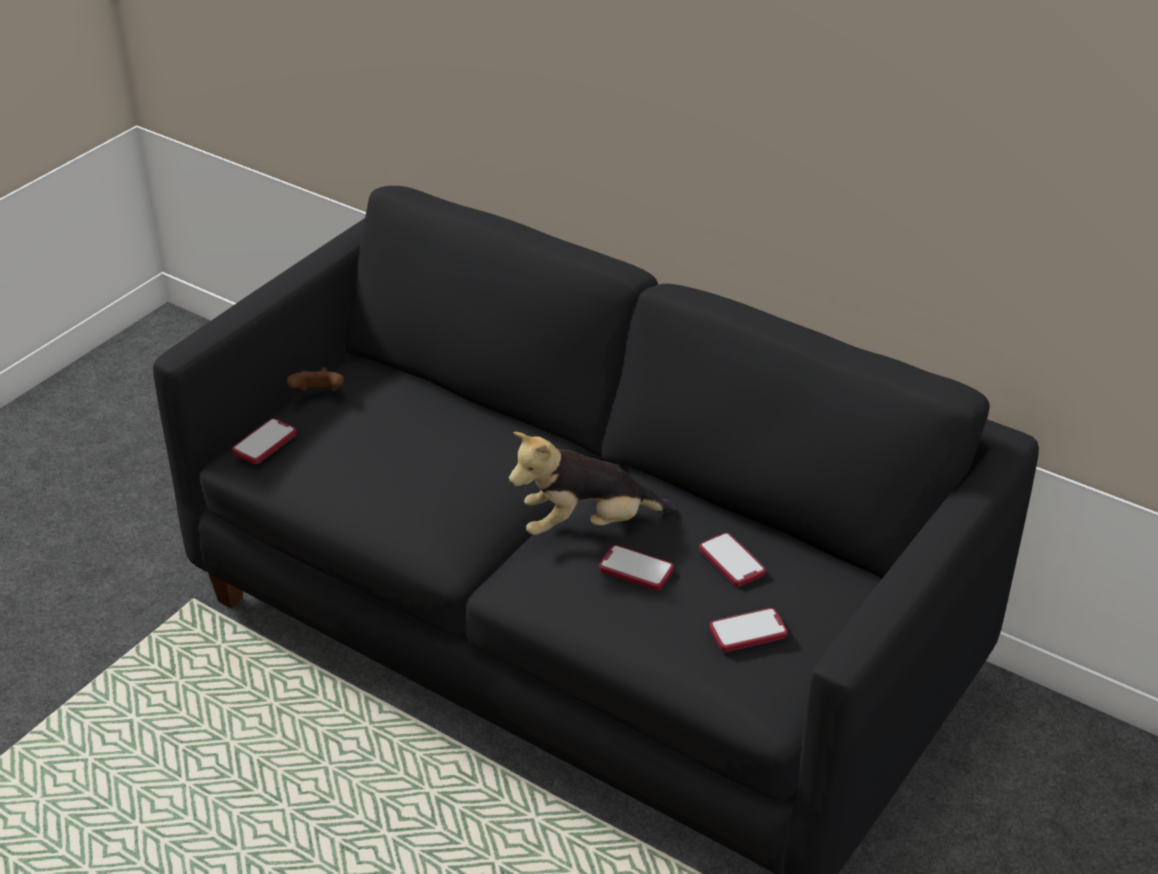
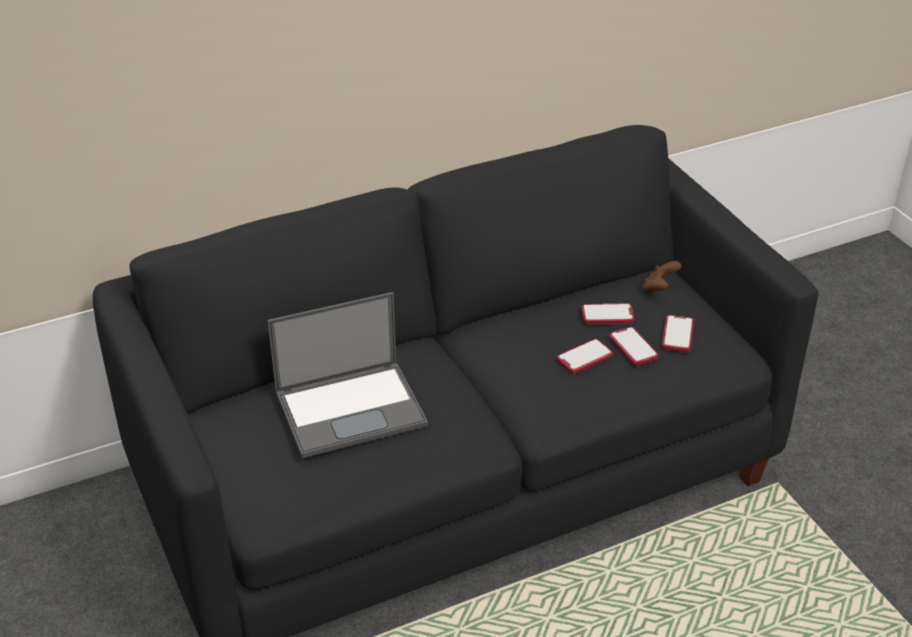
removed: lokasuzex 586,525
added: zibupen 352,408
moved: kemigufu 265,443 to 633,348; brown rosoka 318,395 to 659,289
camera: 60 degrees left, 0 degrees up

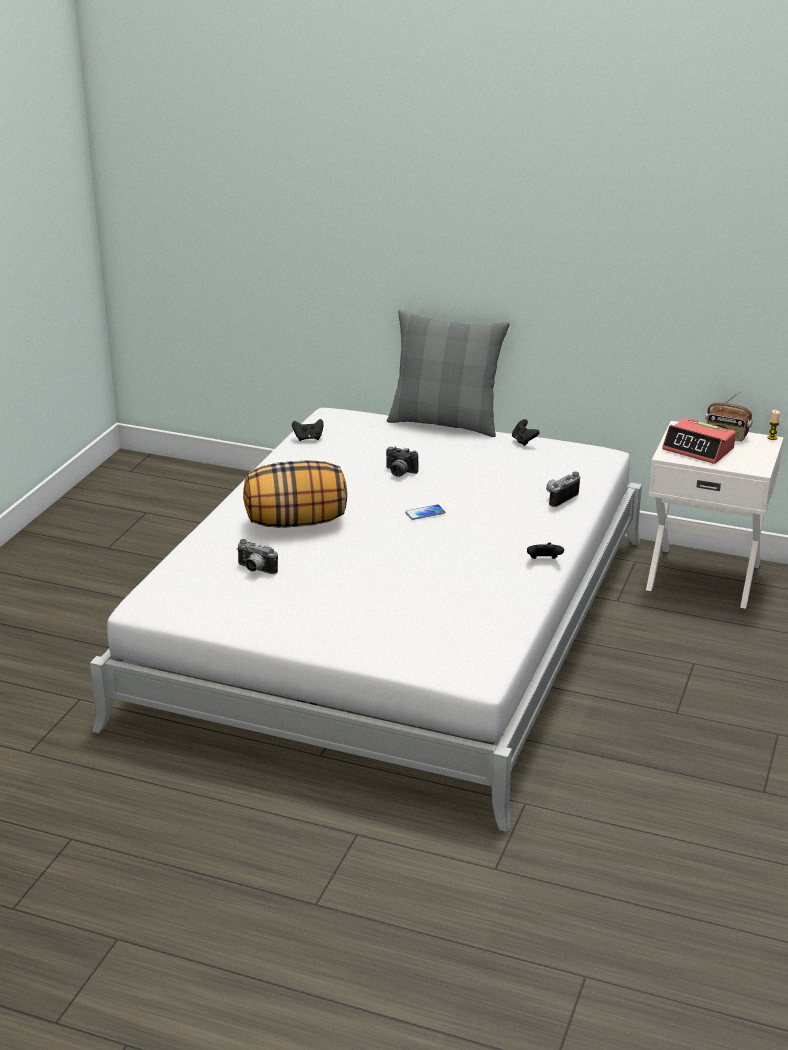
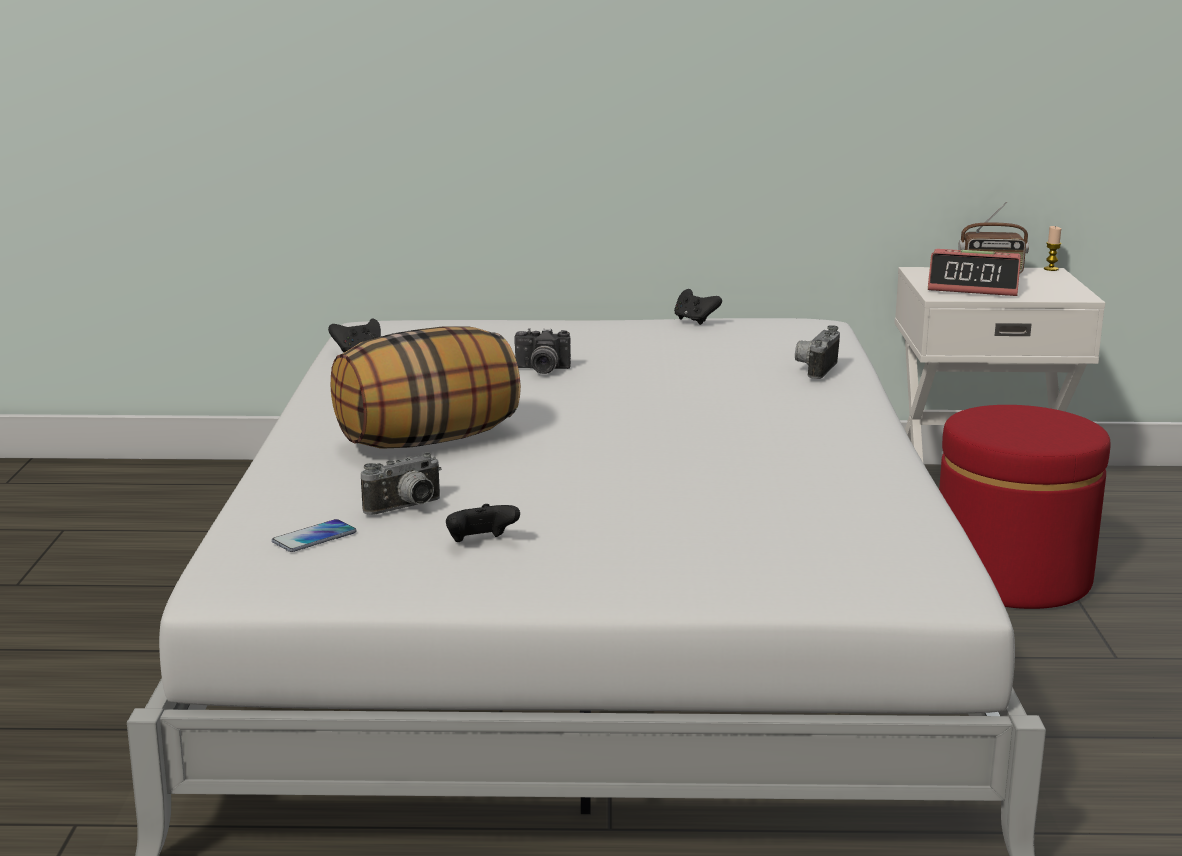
removed: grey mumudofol 445,423
added: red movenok 1011,577
moved: kemigufu 425,513 to 314,537; black rosoka 544,561 to 480,543
turned: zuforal 255,570 = 407,508 45 degrees counterclockwise
camera: 20 degrees left, 10 degrees down

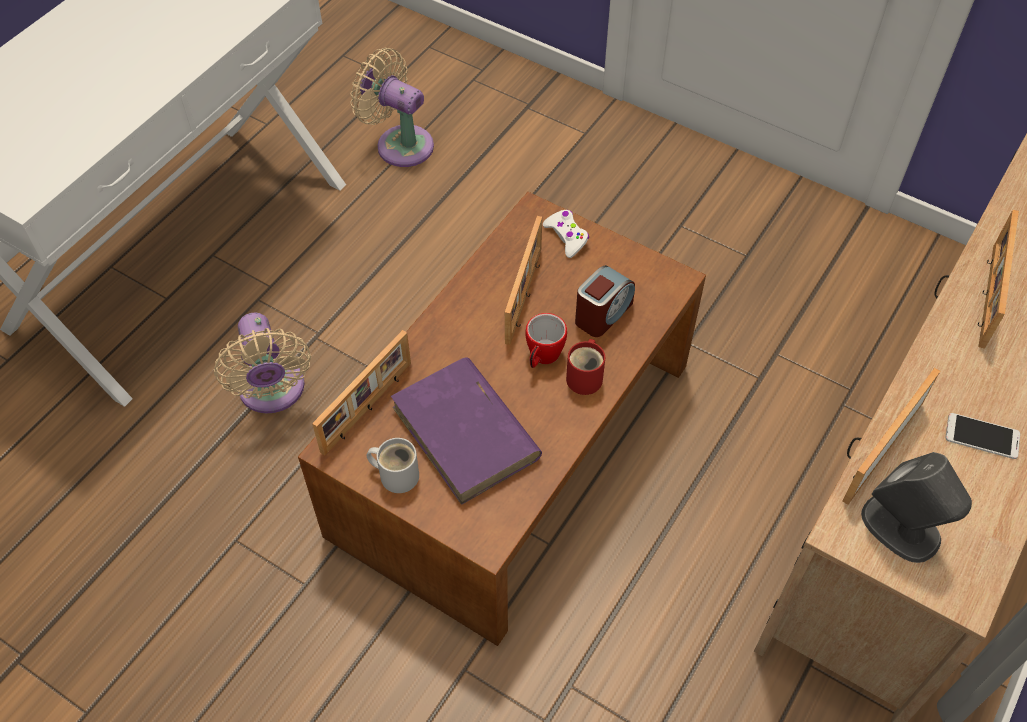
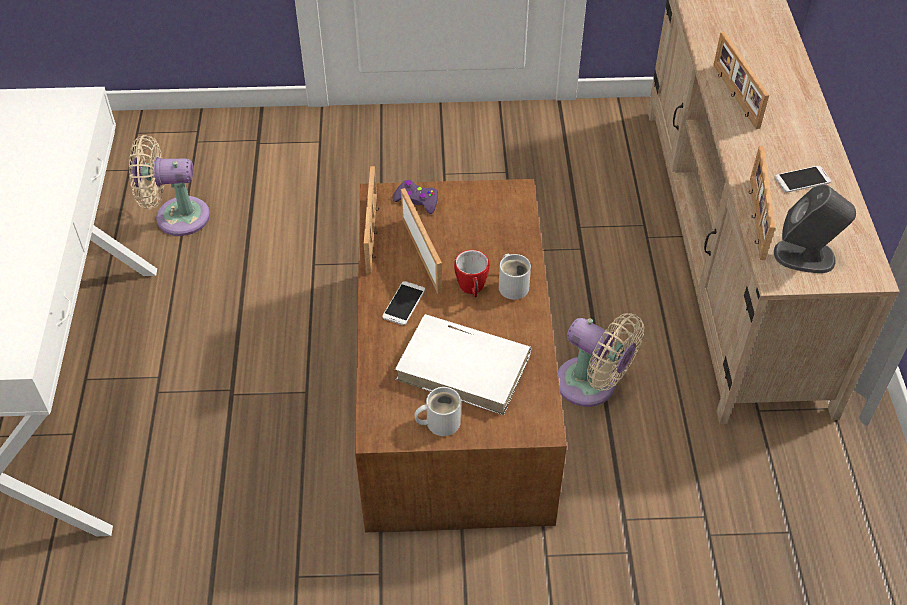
removed: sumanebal 603,314
added: kemigufu 404,303
moved: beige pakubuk 272,392 to 591,386; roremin 368,408 to 373,233
recoloured: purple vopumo 466,433 to white vopumo 465,367; white rosoka 566,237 to purple rosoka 417,200; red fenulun 586,377 to white fenulun 513,285
camera: 35 degrees left, 5 degrees down

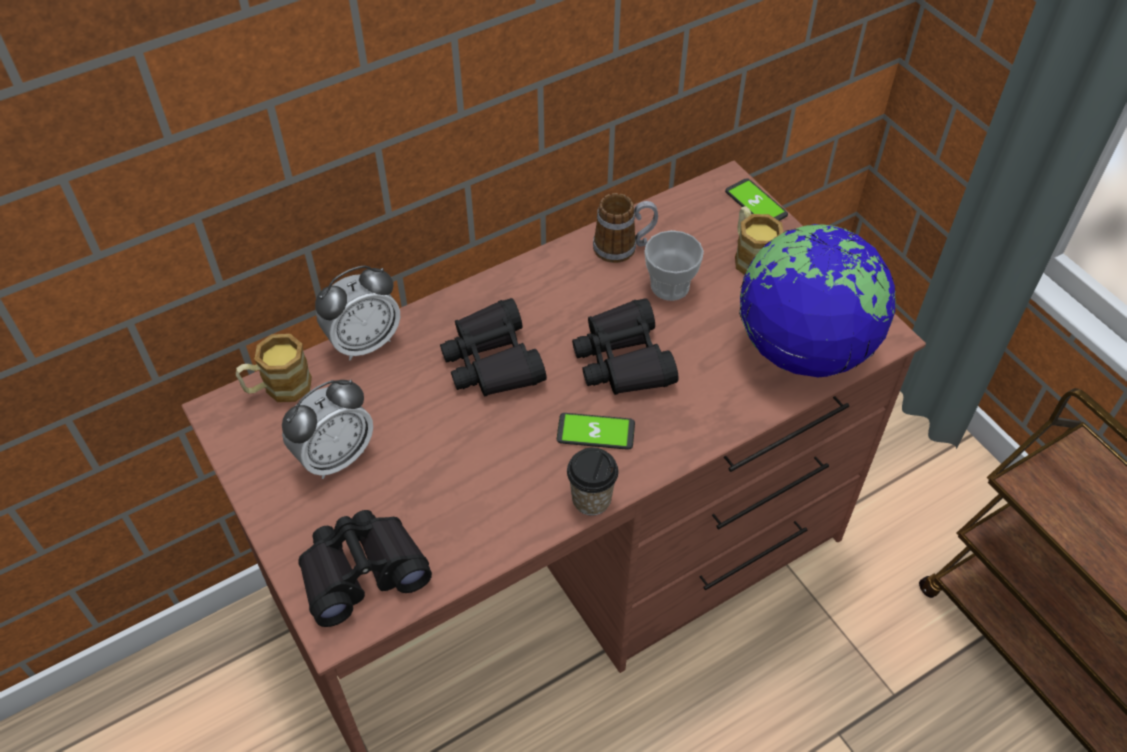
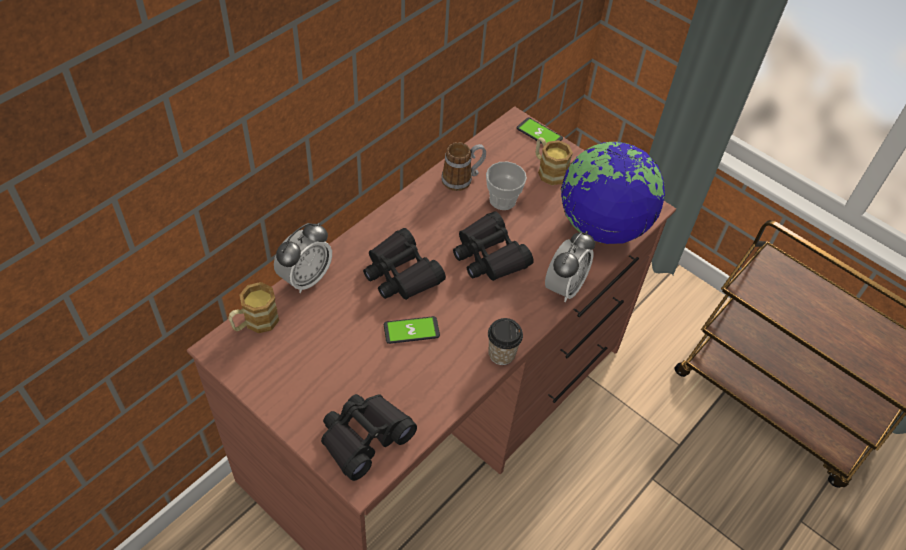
moved: sumanebal 335,456 to 564,287; kemigufu 595,432 to 411,330
camera: 20 degrees left, 0 degrees up

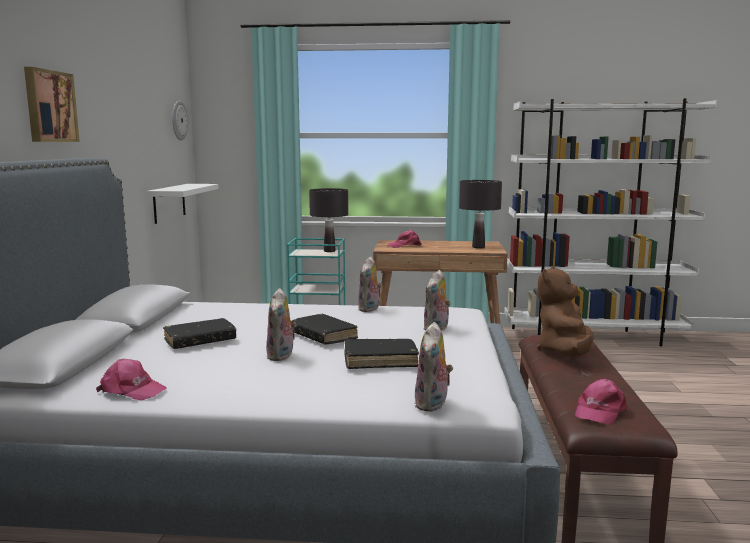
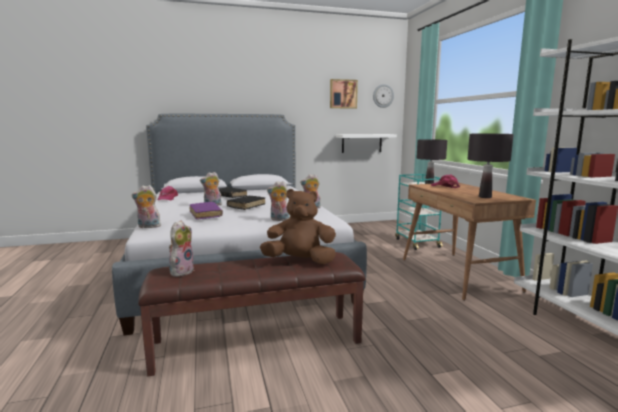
moved: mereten 49,106 to 343,94
replaced: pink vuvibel 599,411 to lokasuzex 181,271
recoloured: black vopumo 380,361 to purple vopumo 205,215
camera: 70 degrees right, 0 degrees up

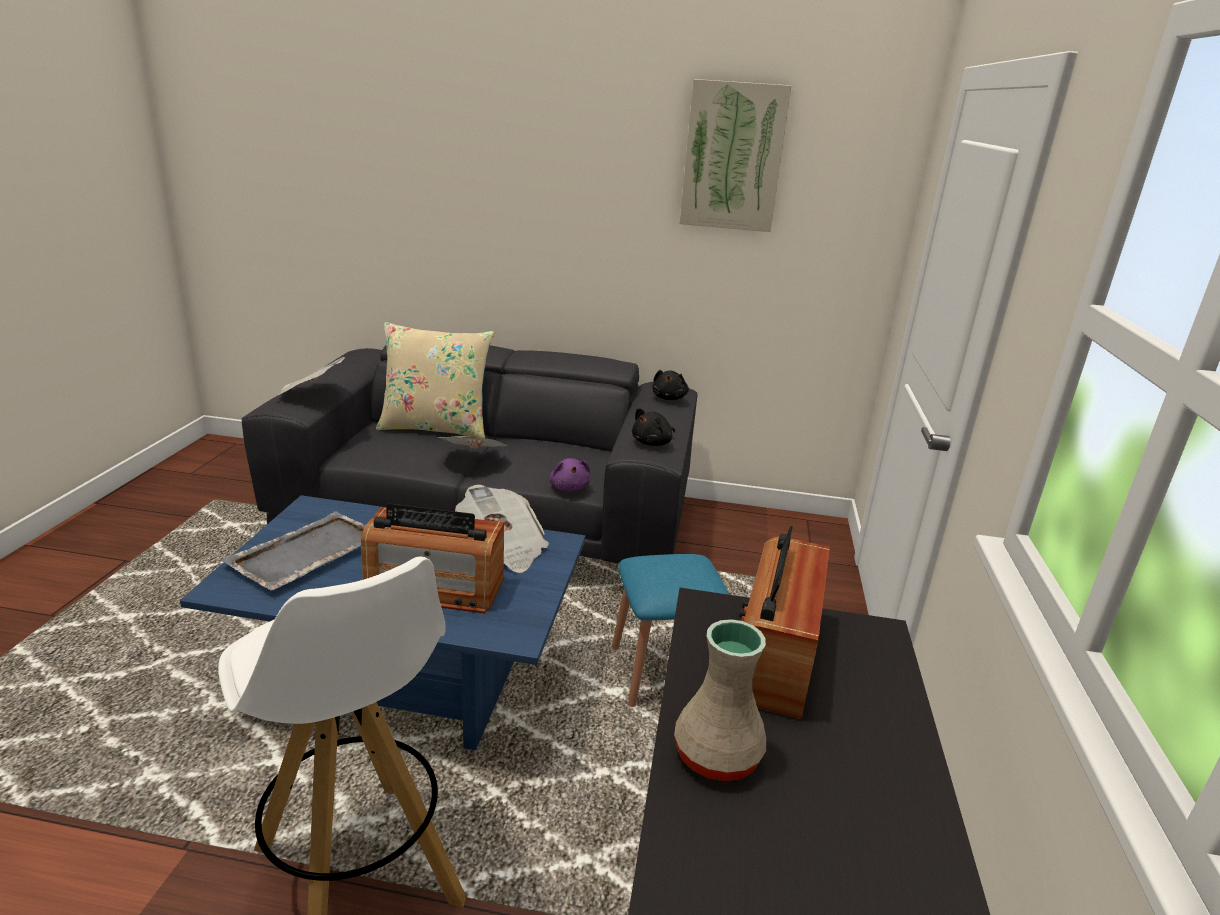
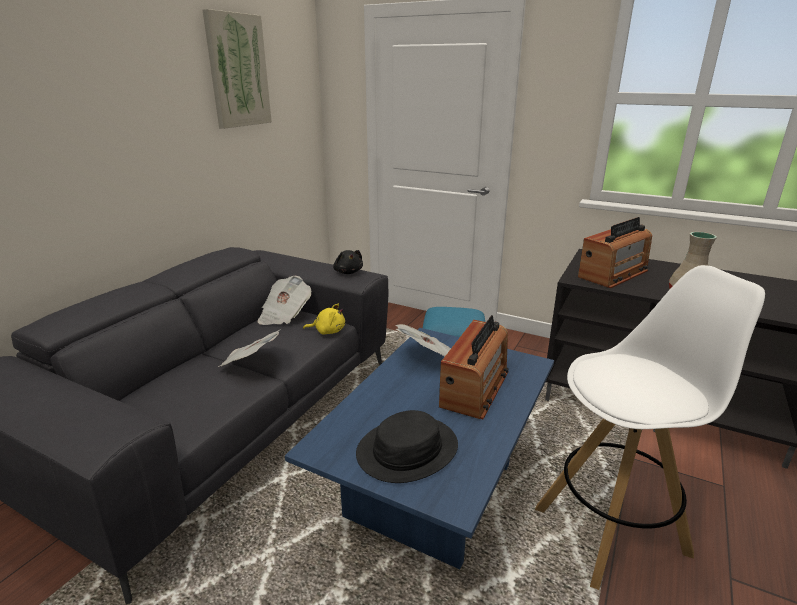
removed: beige mumudofol 436,427; black lokasuzex 669,398
moved: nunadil 311,394 to 283,314
replaced: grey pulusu 305,554 to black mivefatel 407,450
recoloured: purple lokasuzex 569,487 to yellow lokasuzex 328,331
turned: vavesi 772,656 = 613,274 75 degrees counterclockwise
camera: 70 degrees left, 0 degrees up

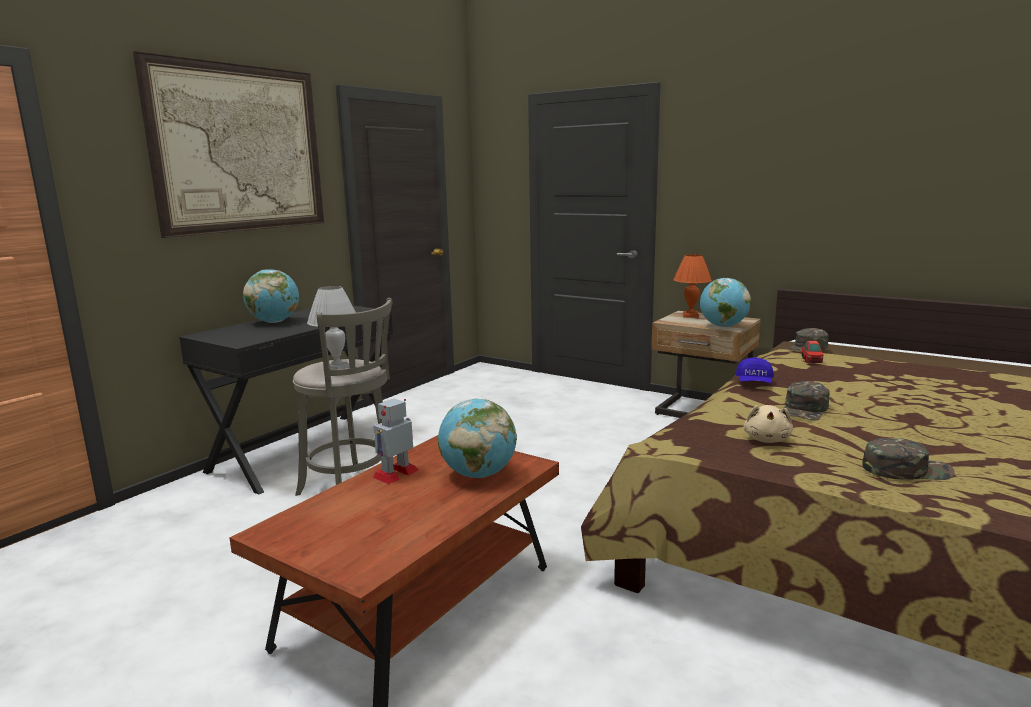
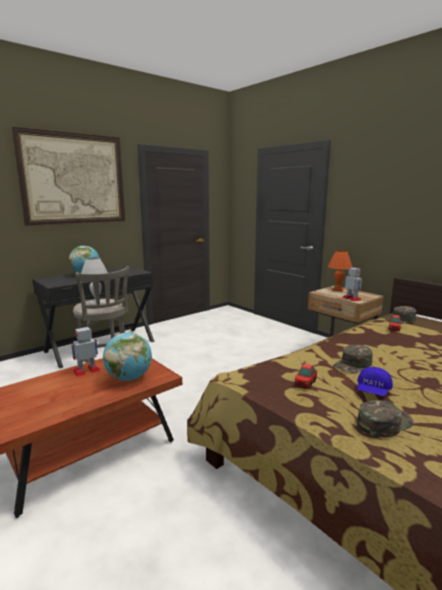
moved: blue vuvibel 754,383 to 373,391
replaced: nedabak 723,326 to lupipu 352,299; beige lokasuzex 767,439 to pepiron 305,383
turned: green vuvibel 906,469 = 383,423 45 degrees counterclockwise
camera: 15 degrees right, 0 degrees up

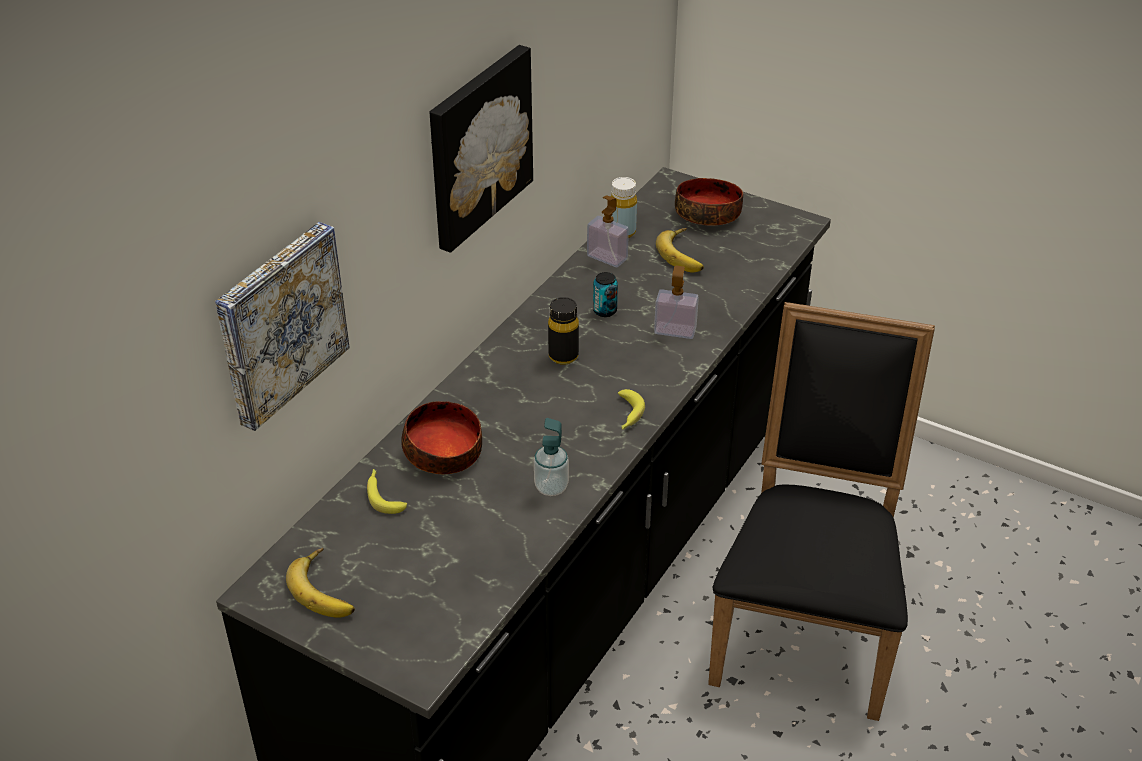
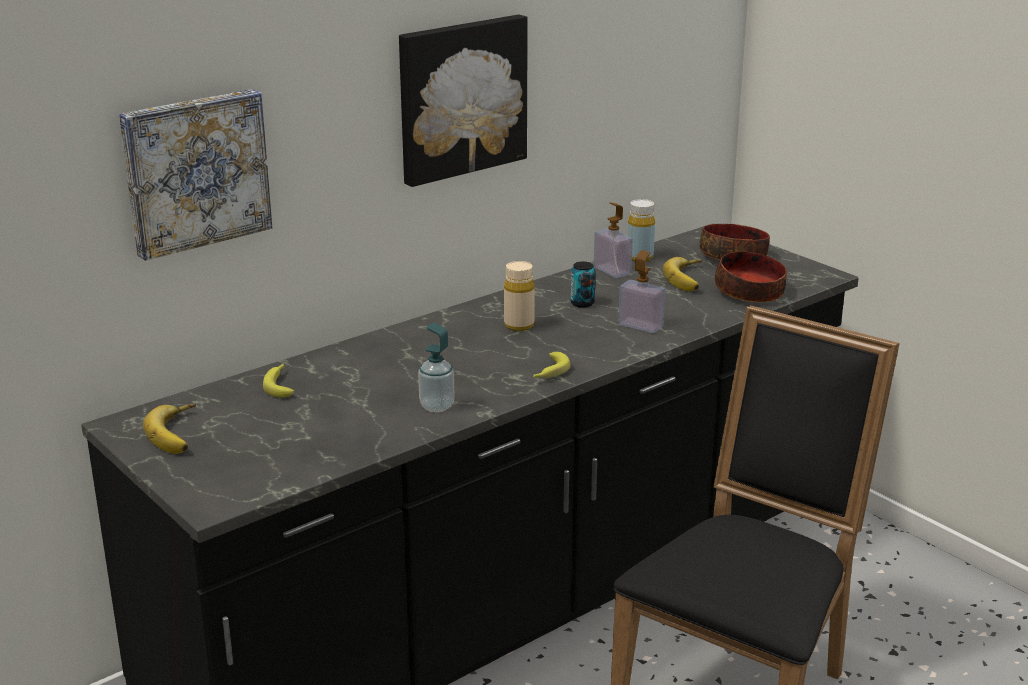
moved: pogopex 443,452 to 749,293
recoloured: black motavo 563,356 to beige motavo 519,325
camera: 20 degrees right, 15 degrees down

